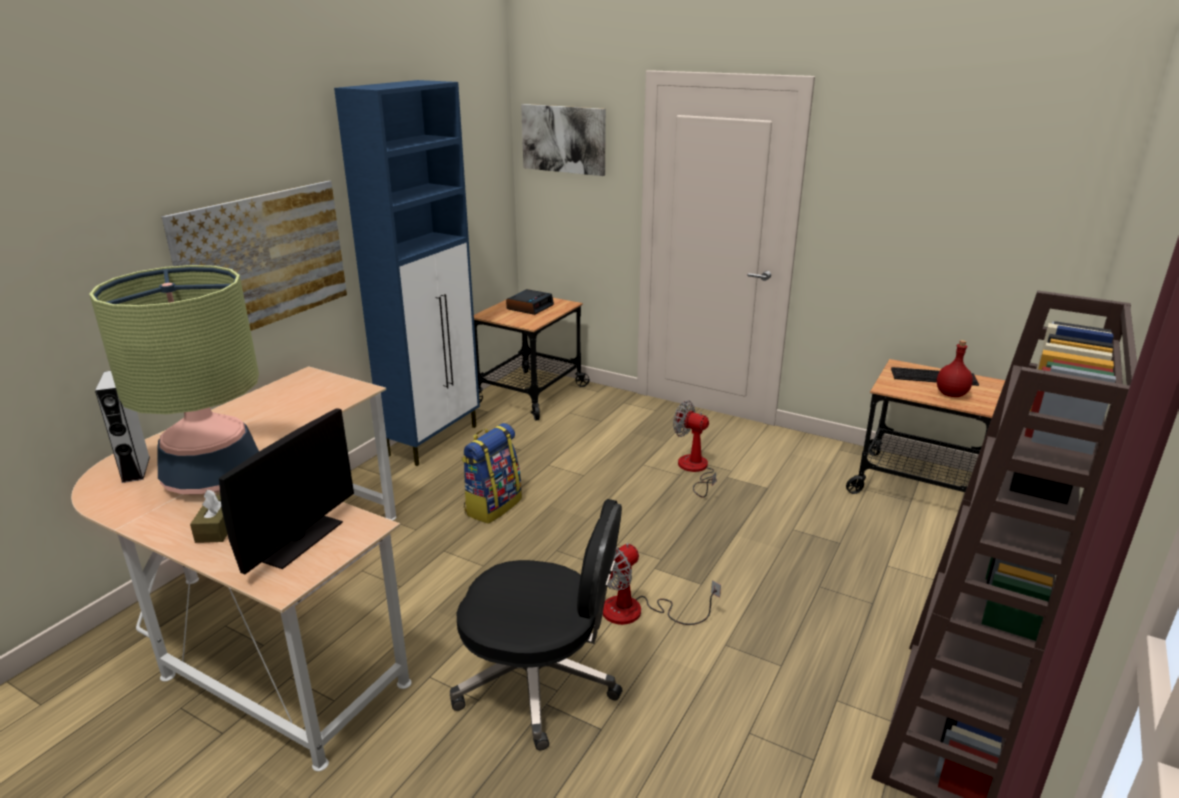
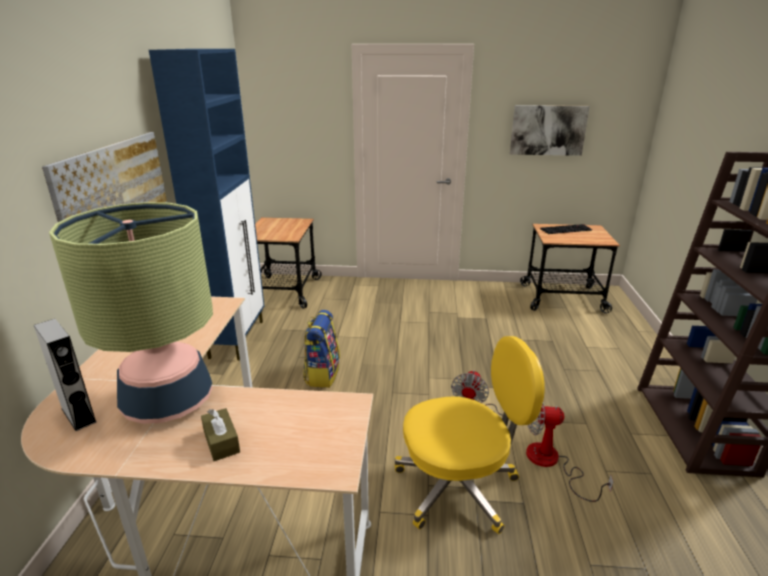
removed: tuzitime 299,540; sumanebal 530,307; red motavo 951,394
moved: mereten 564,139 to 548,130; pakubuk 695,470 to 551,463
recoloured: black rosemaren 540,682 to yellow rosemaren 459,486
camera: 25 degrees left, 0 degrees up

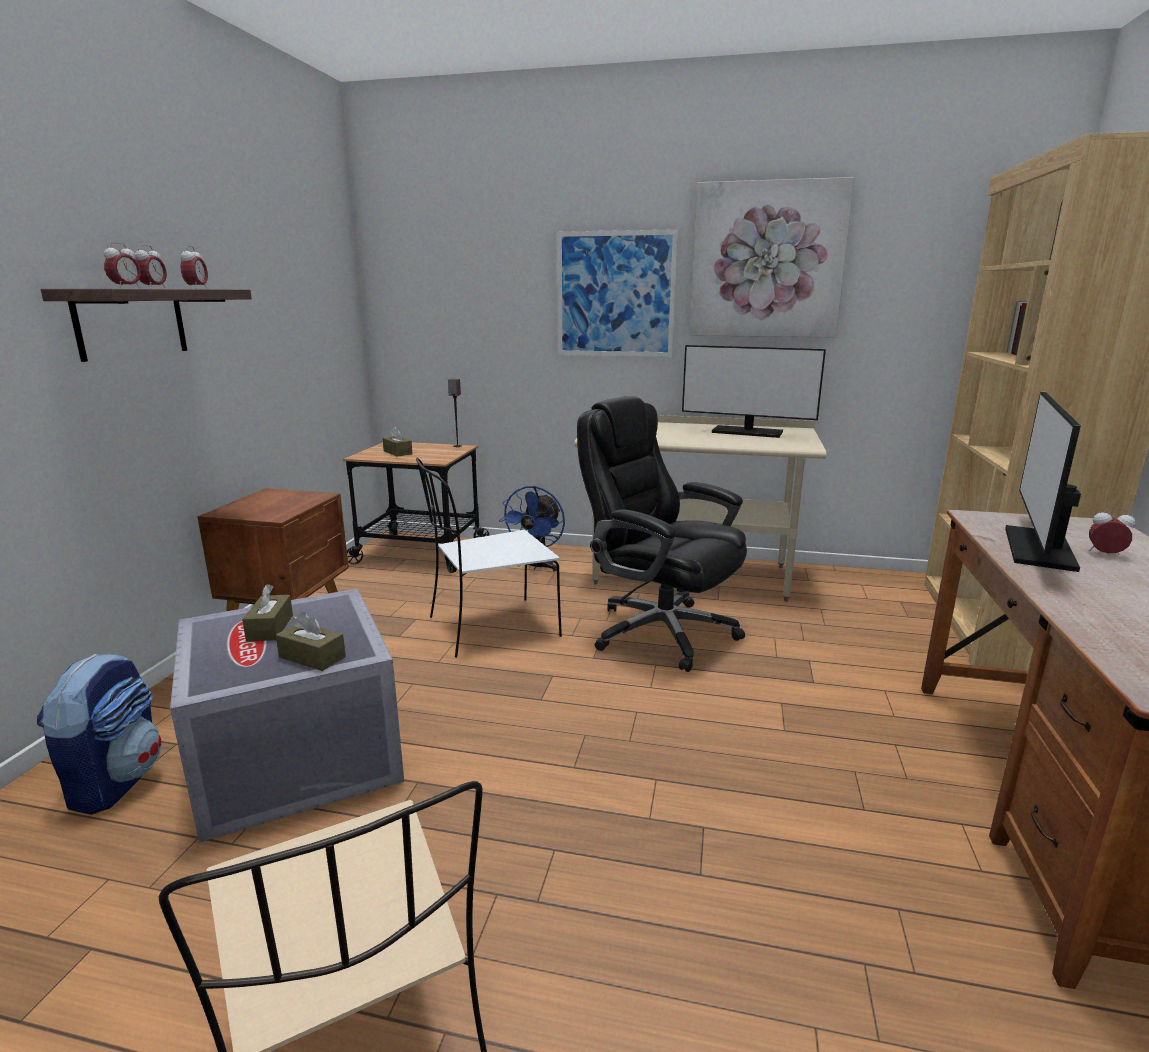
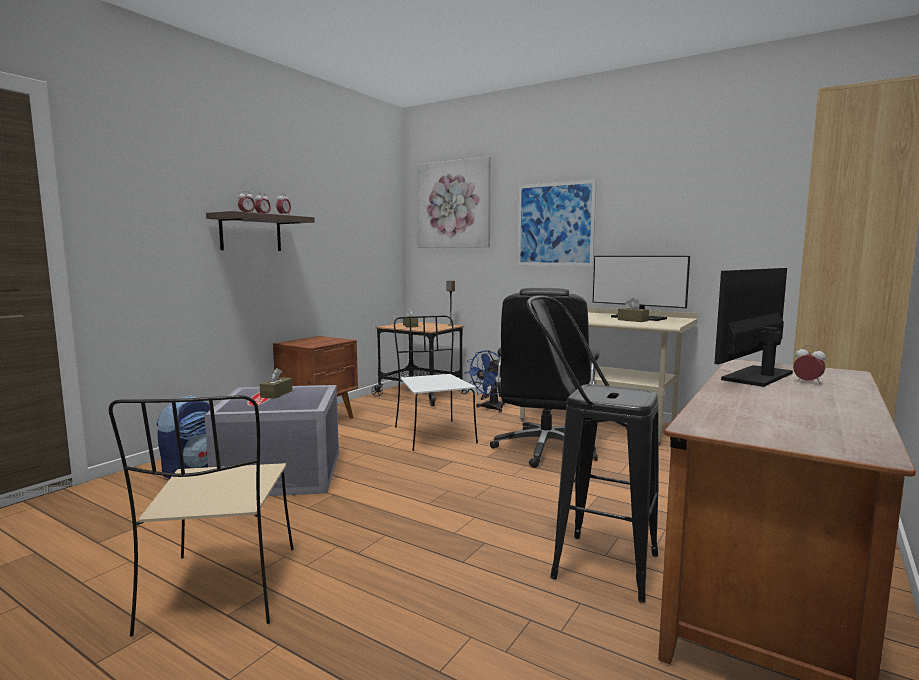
added: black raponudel 586,562
moved: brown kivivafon 312,657 to 632,320; mereten 767,261 to 453,204
turned: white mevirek 490,628 = 433,434 75 degrees clockwise; black rosemaren 660,631 = 545,450 135 degrees counterclockwise
camera: 20 degrees right, 10 degrees down

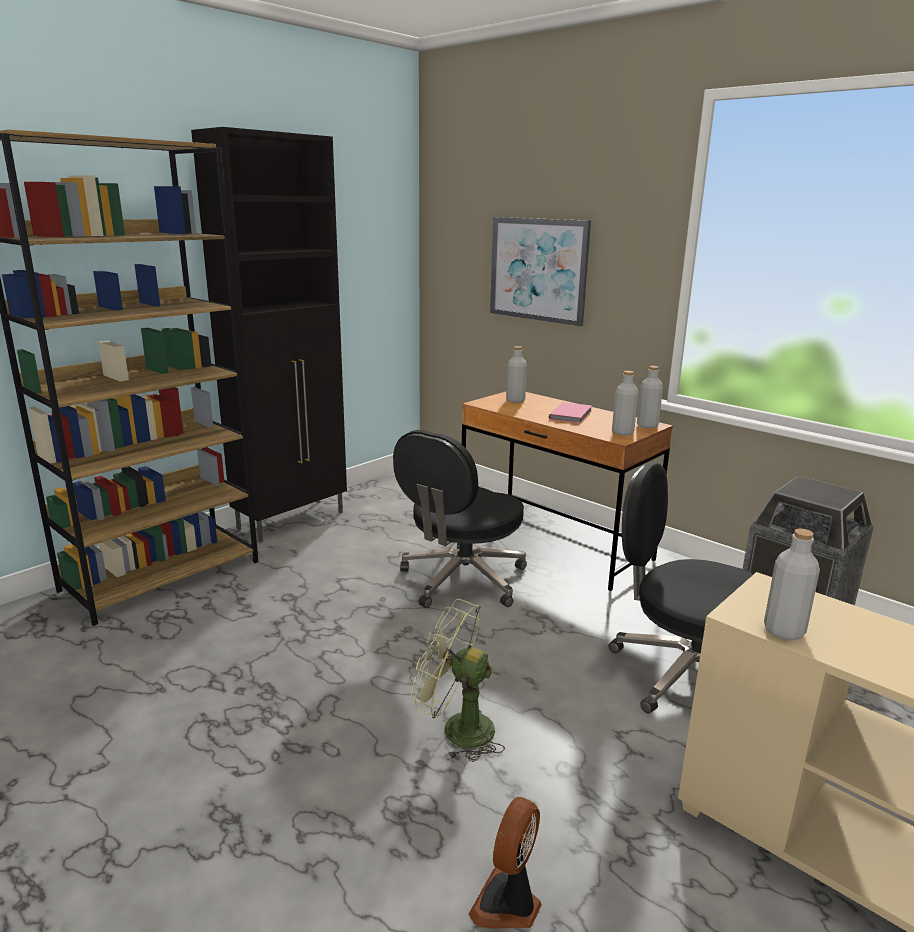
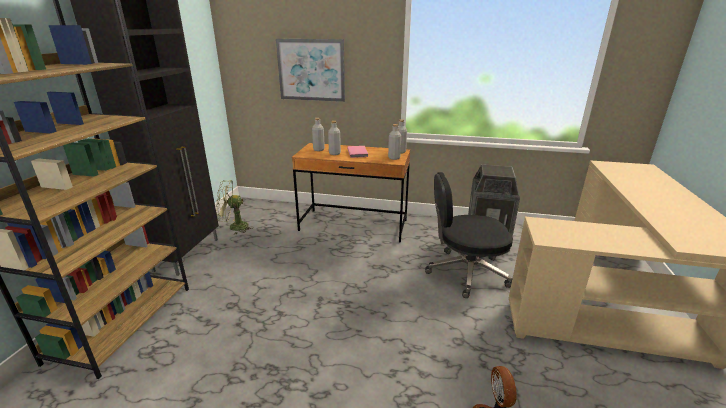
removed: black rosemaren 461,580
moved: green pakubuk 456,729 to 234,227; grey motavo 784,631 to 334,153
camera: 30 degrees left, 5 degrees up

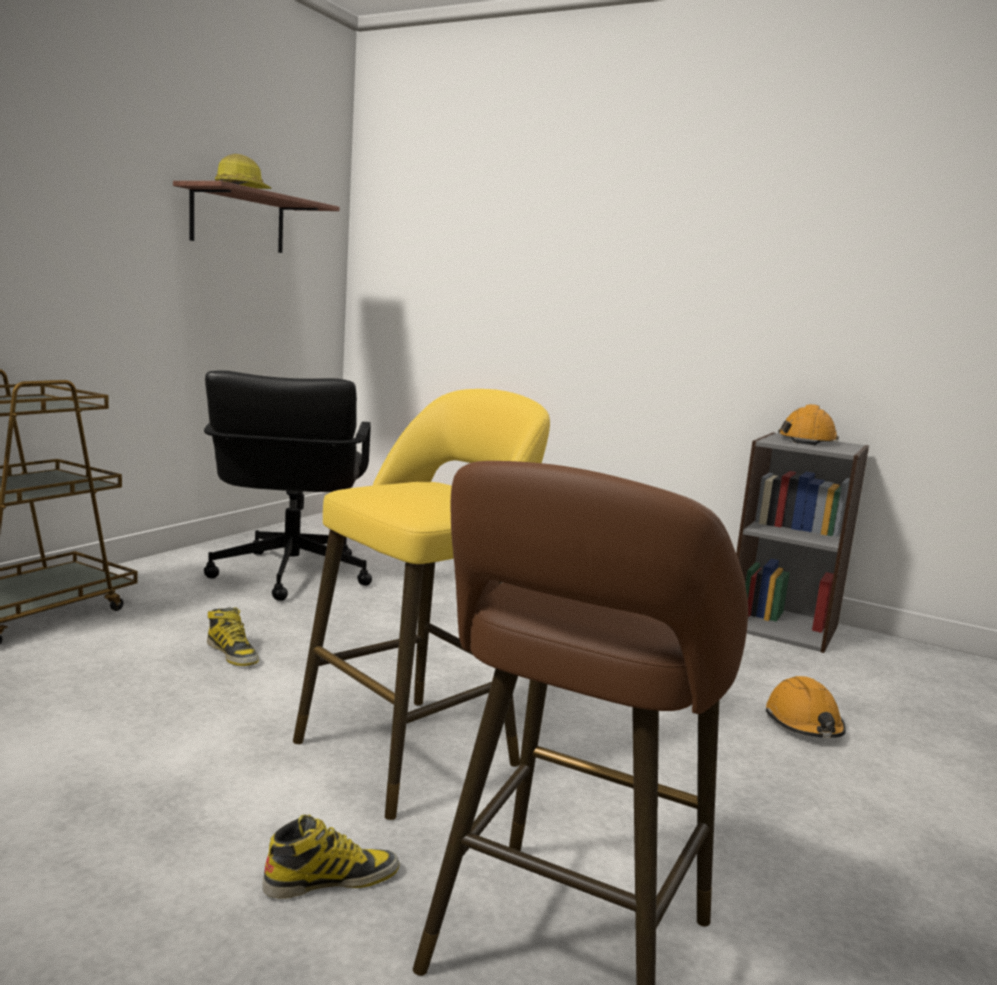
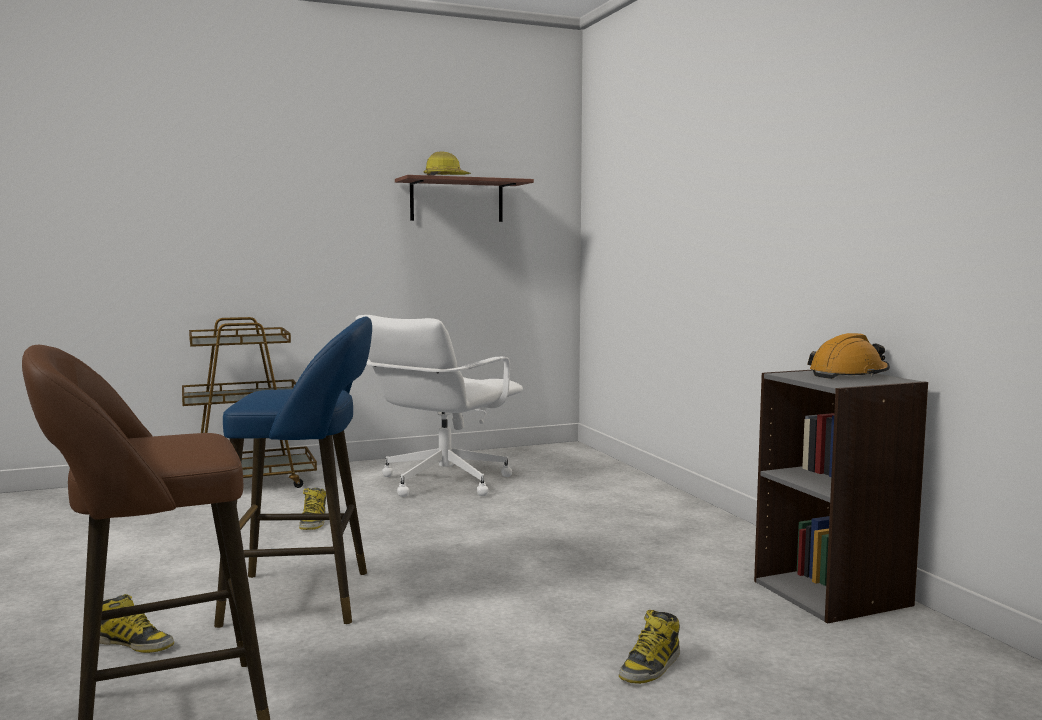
replaced: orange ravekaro 804,724 to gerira 650,667
recoloured: black rosemaren 289,575 to white rosemaren 443,482; yellow raponudel 416,749 to blue raponudel 307,598
camera: 40 degrees right, 5 degrees down

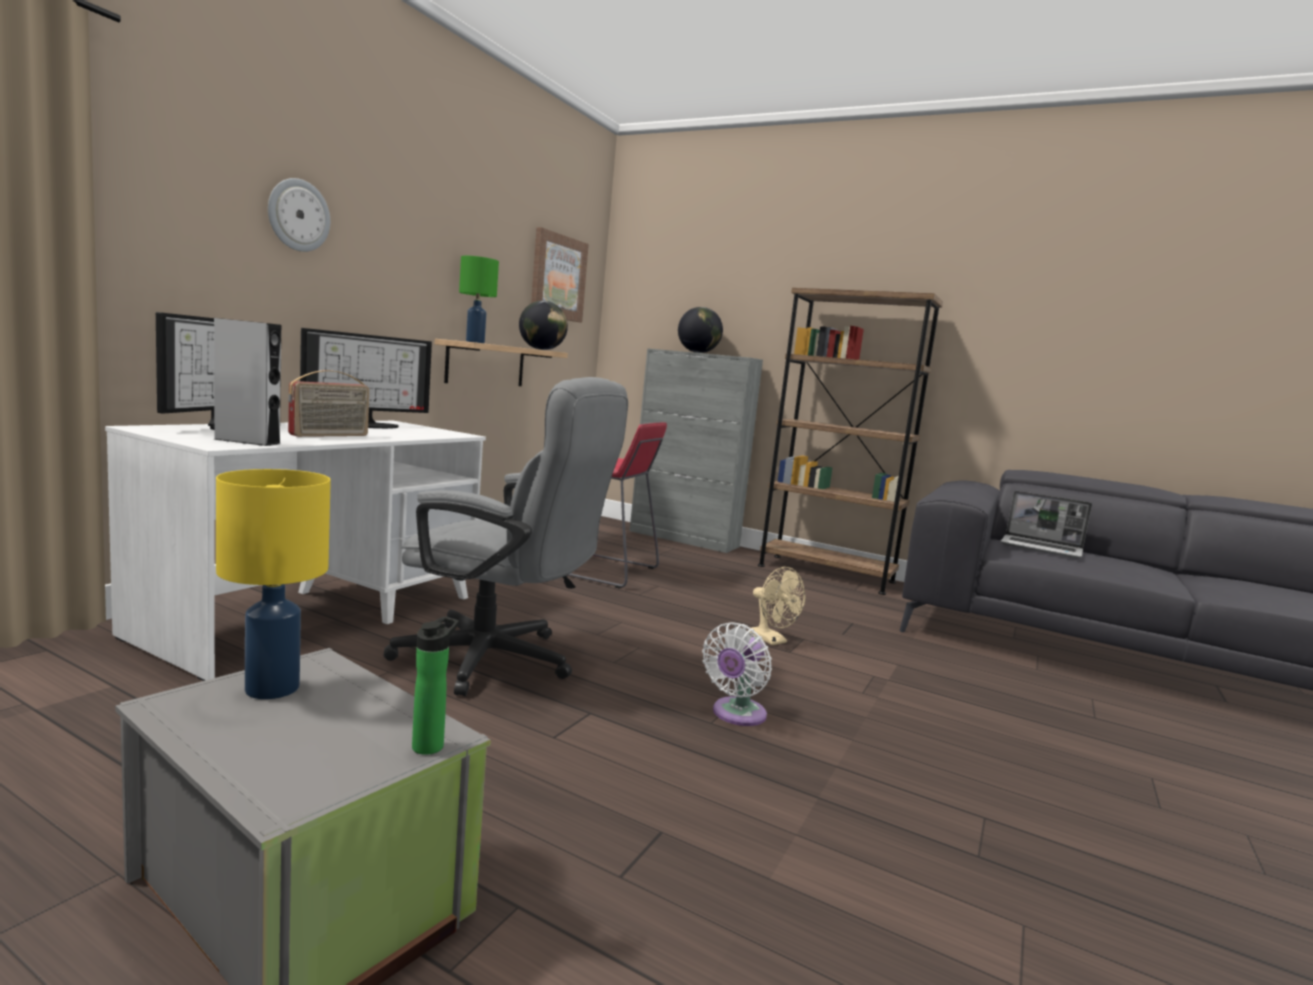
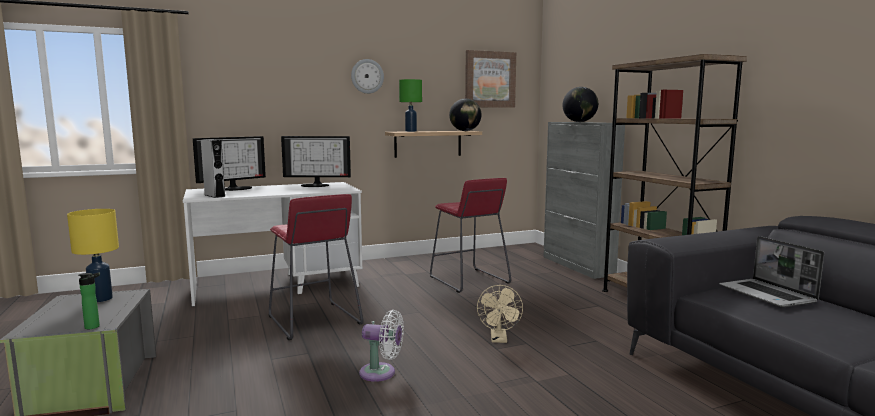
removed: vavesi 330,435
moved: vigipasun 298,215 to 367,76
replaced: grey rosemaren 500,662 to red raponudel 314,320
turned: white pakubuk 736,715 = 381,373 150 degrees counterclockwise
camera: 40 degrees right, 0 degrees up

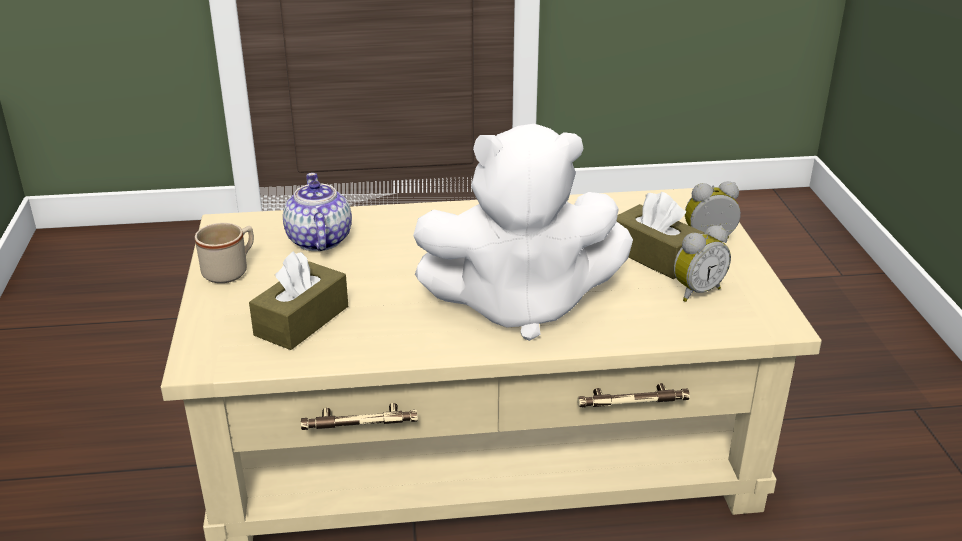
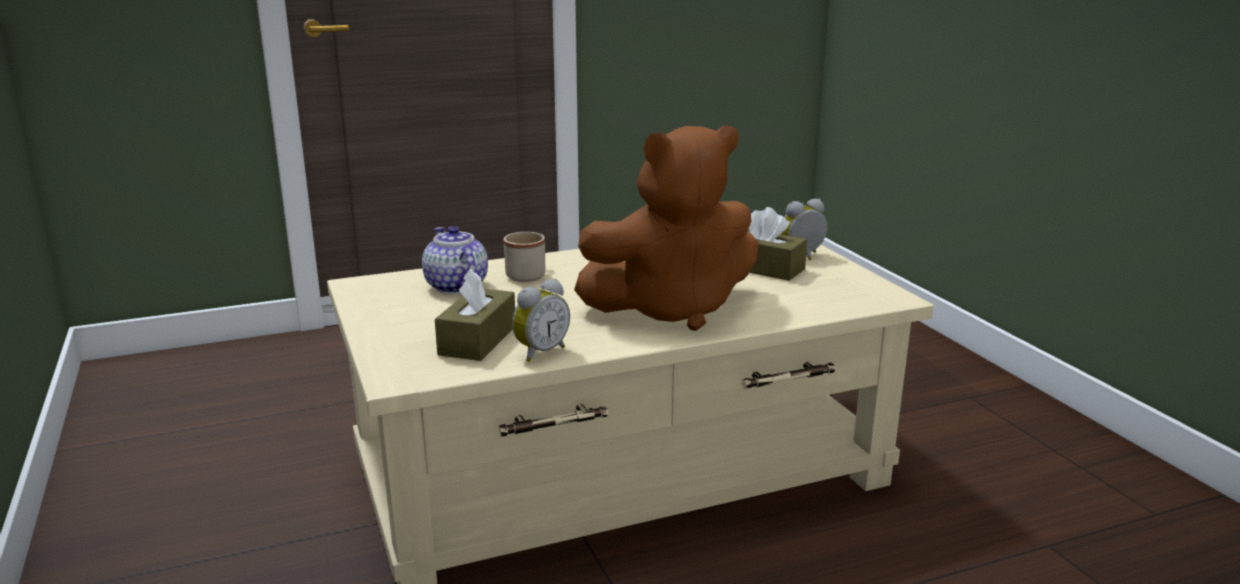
moved: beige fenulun 231,271 to 529,274; sumanebal 695,291 to 540,352
recoloured: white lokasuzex 520,305 to brown lokasuzex 671,309
camera: 15 degrees left, 10 degrees down

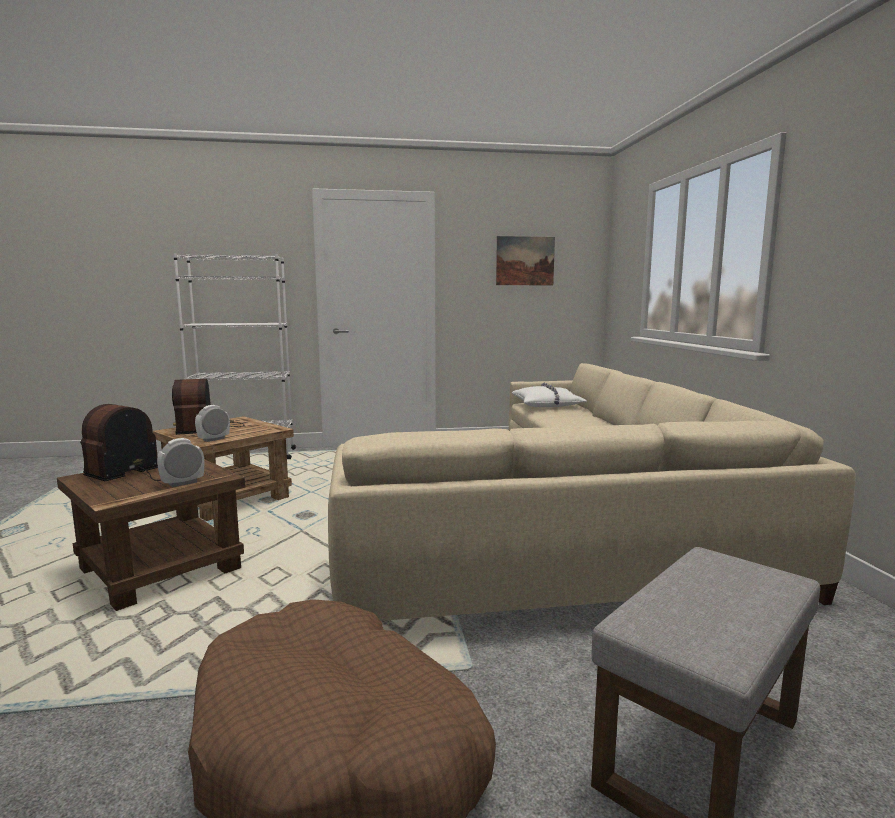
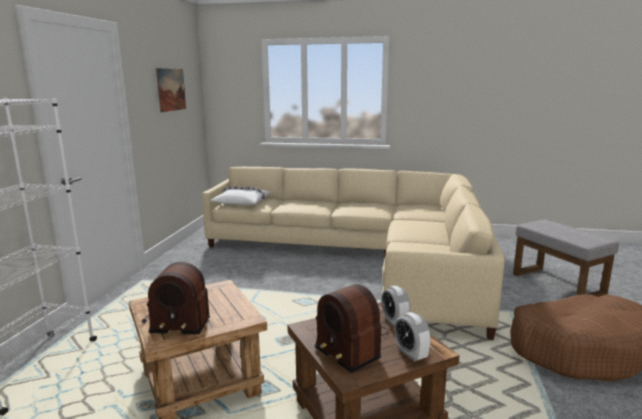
moved: sumanebal 214,439 to 411,354
camera: 70 degrees left, 5 degrees up

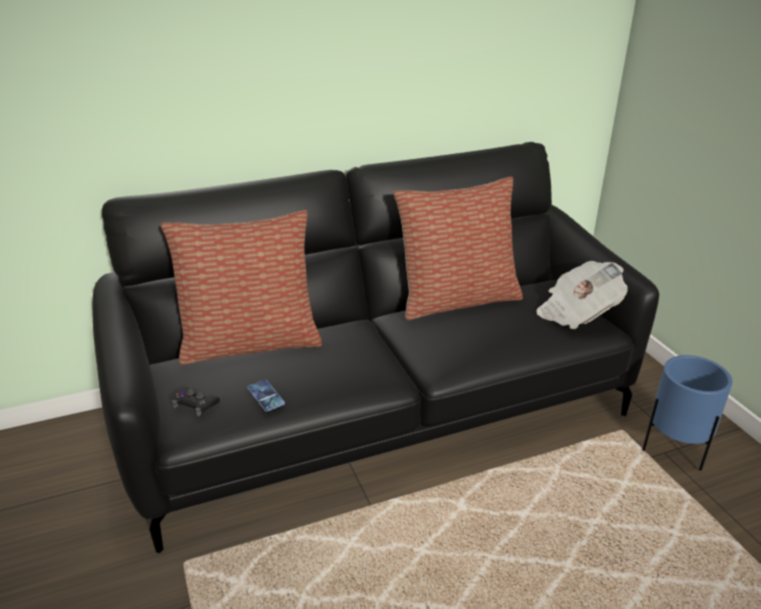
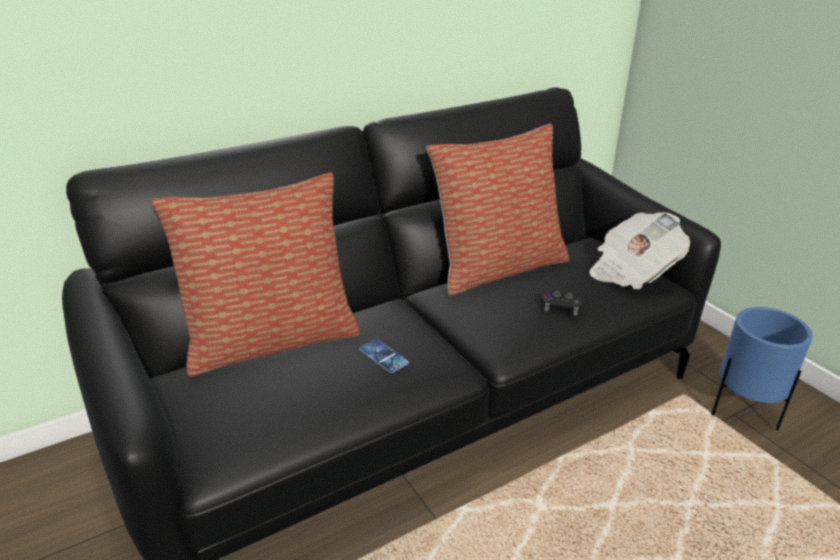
moved: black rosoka 195,404 to 561,307; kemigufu 265,395 to 383,356
camera: 10 degrees left, 0 degrees up

